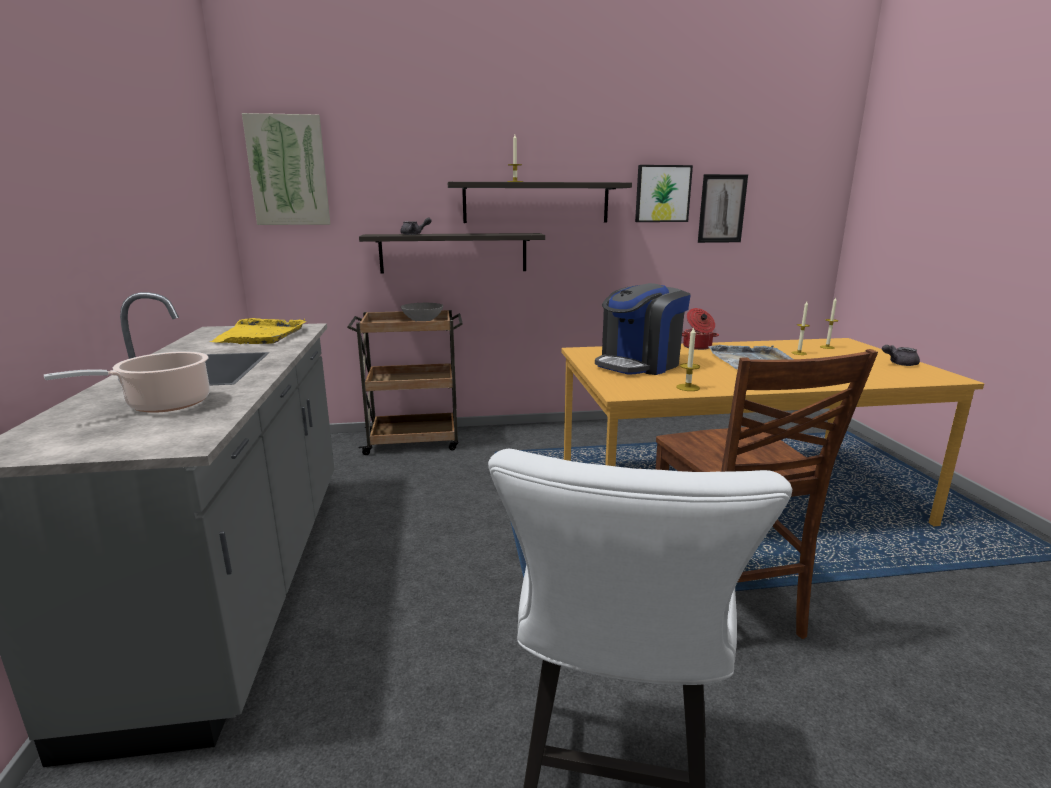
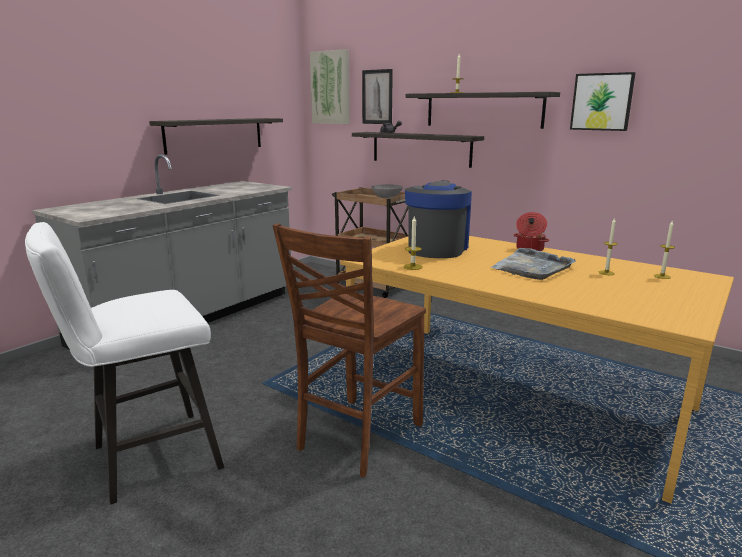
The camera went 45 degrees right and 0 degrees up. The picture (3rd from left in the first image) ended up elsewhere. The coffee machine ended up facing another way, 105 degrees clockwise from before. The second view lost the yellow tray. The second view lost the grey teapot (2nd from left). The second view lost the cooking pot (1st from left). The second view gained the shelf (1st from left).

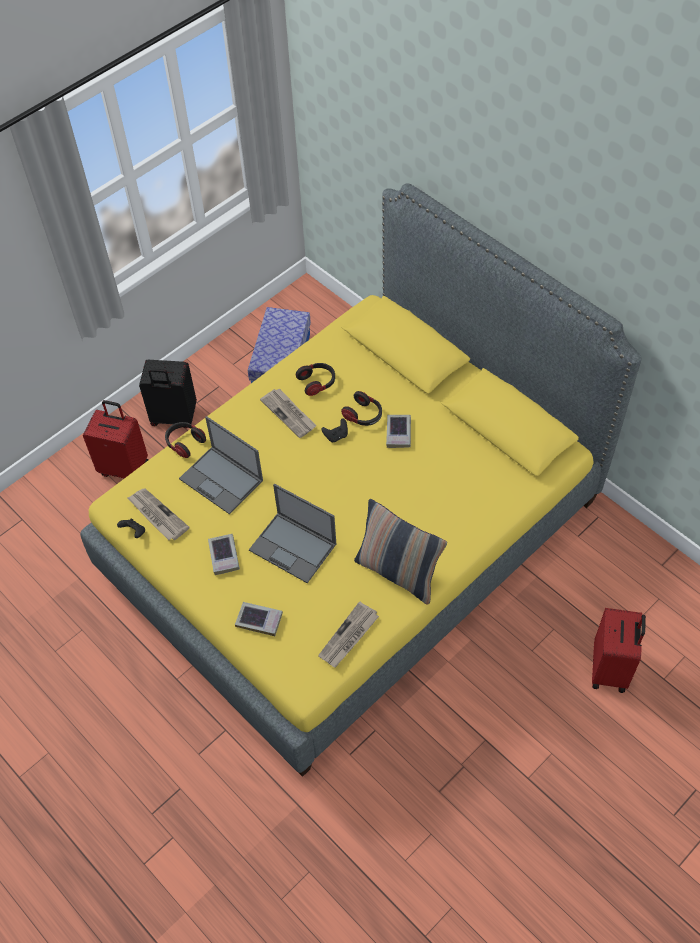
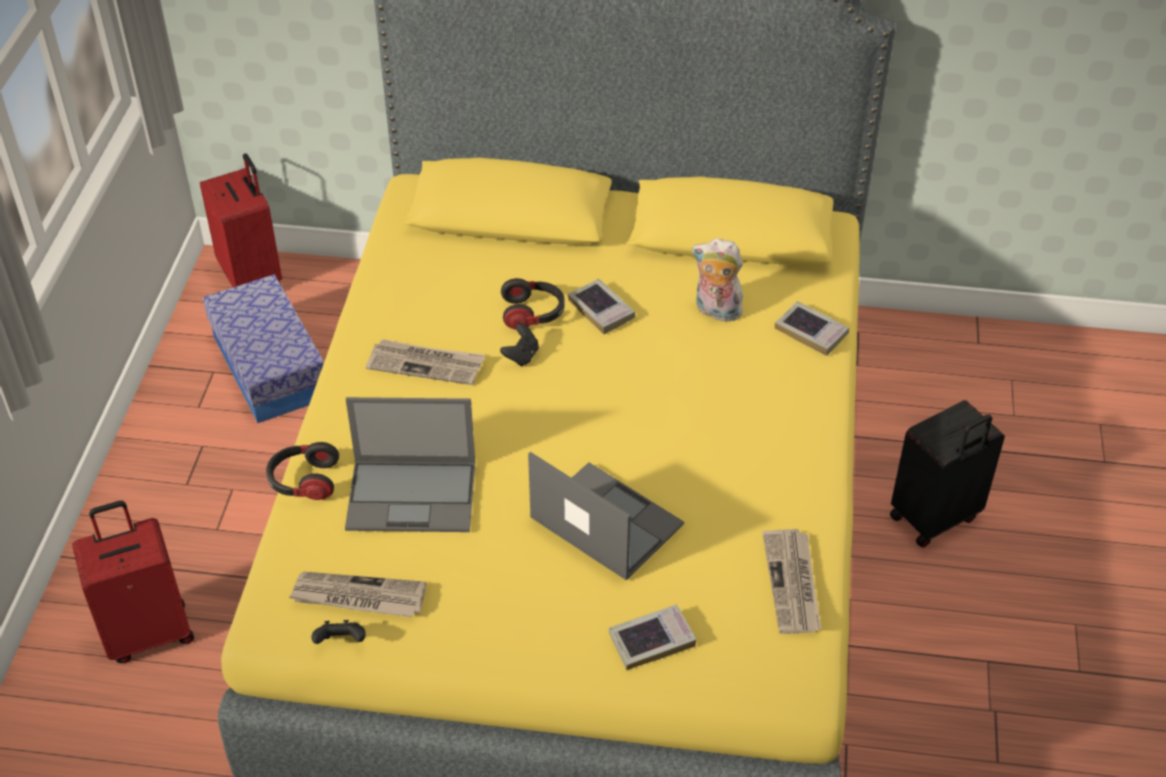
The camera went 40 degrees left and 10 degrees down. The black suitcase ended up elsewhere. The second view lost the headphones (2nd from left). The laptop (2nd from left) ended up facing another way, 135 degrees counterclockwise from before. The second view lost the pillow. The book (1st from left in the first image) ended up elsewhere. The red suitcase (2nd from left) ended up elsewhere. The second view gained the plush toy.

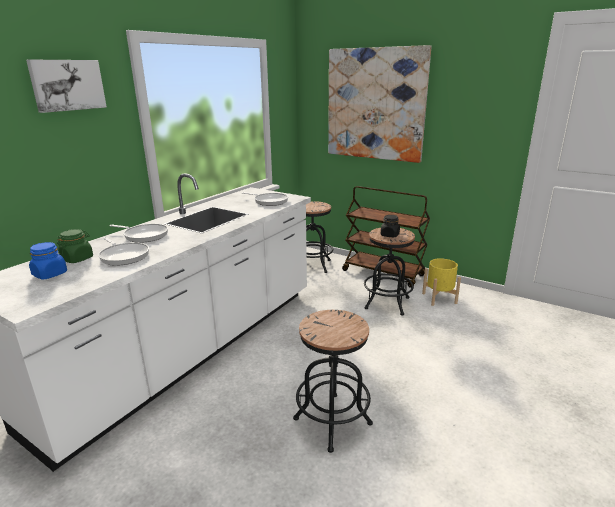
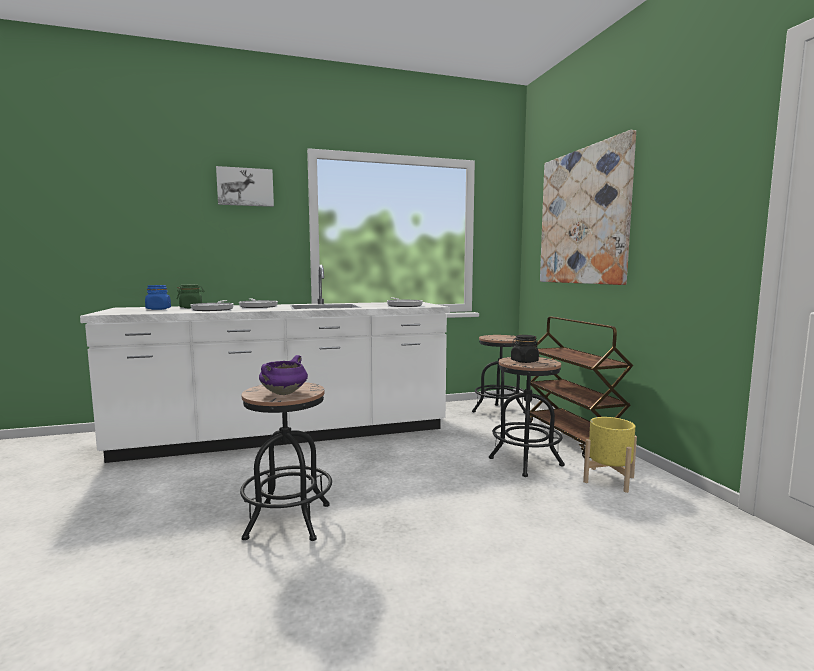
The camera went 40 degrees right and 15 degrees down. The second view gained the purple cooking pot.

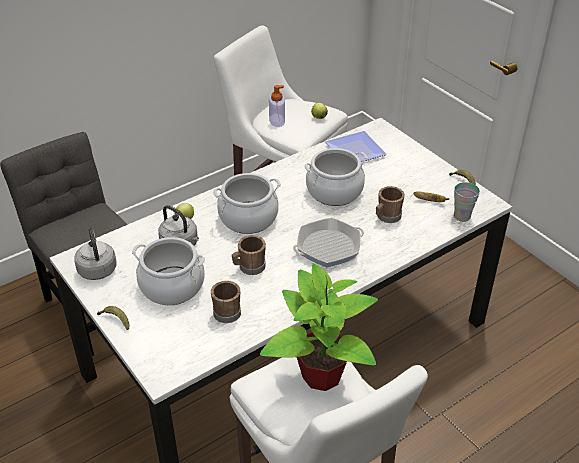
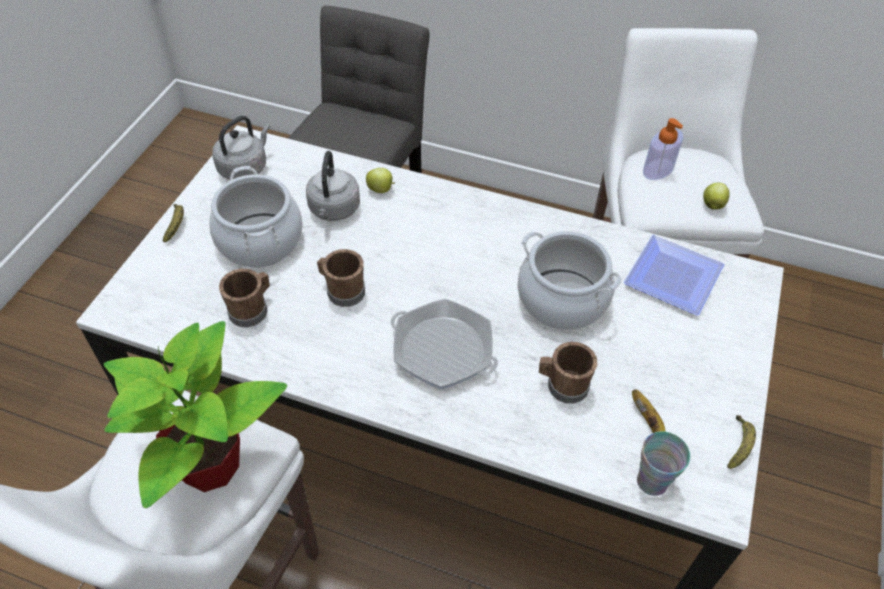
The camera went 55 degrees right and 10 degrees up. The second view lost the cooking pot (2nd from left).

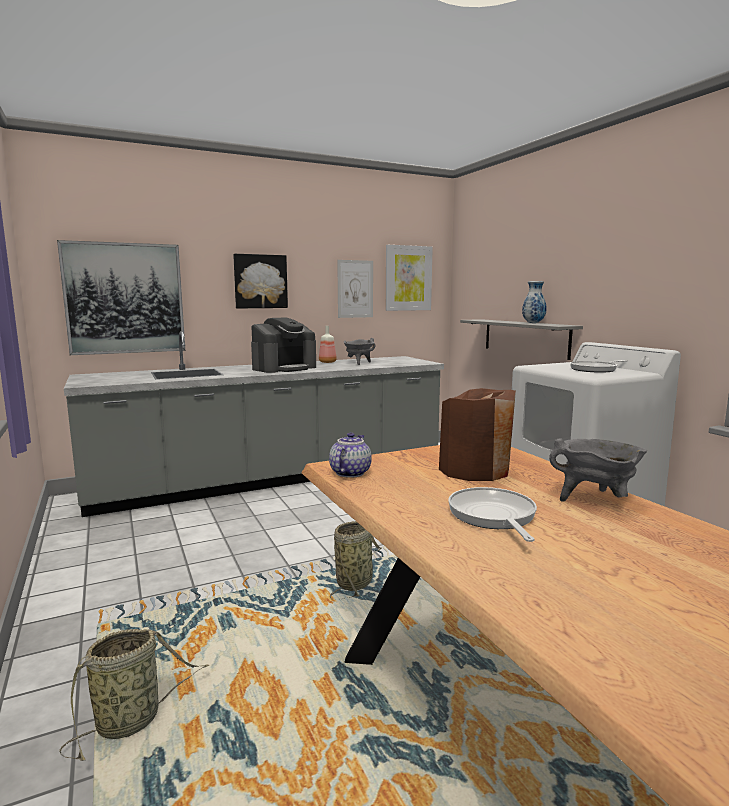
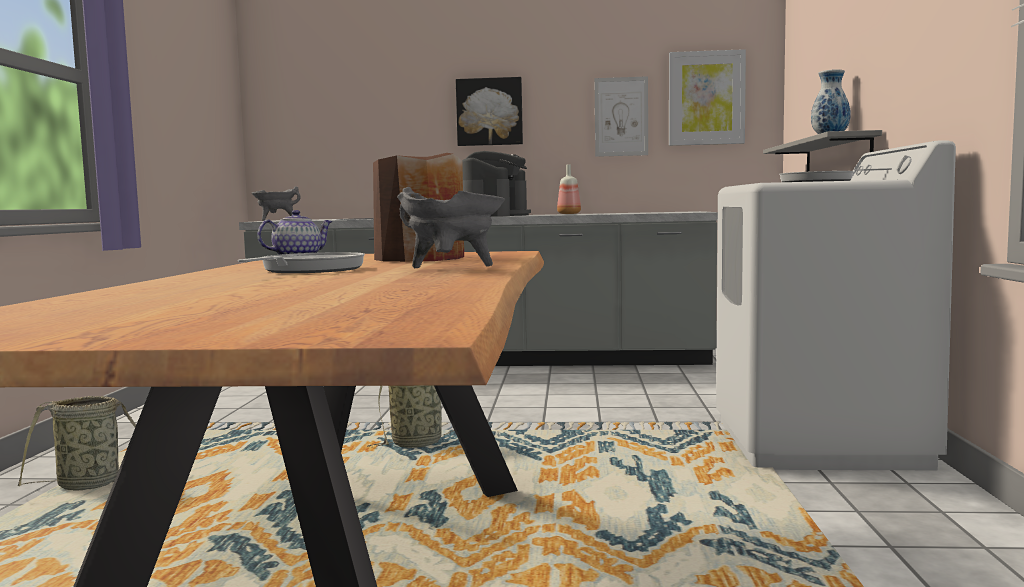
The camera went 30 degrees right and 5 degrees down. The second view lost the picture (1st from left). The coffee machine ended up facing another way, 60 degrees counterclockwise from before. The grey cooking pot (1st from left) ended up elsewhere.

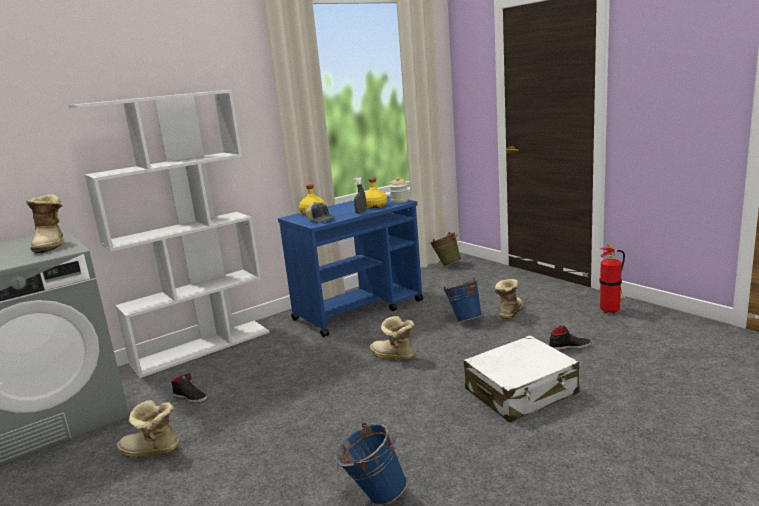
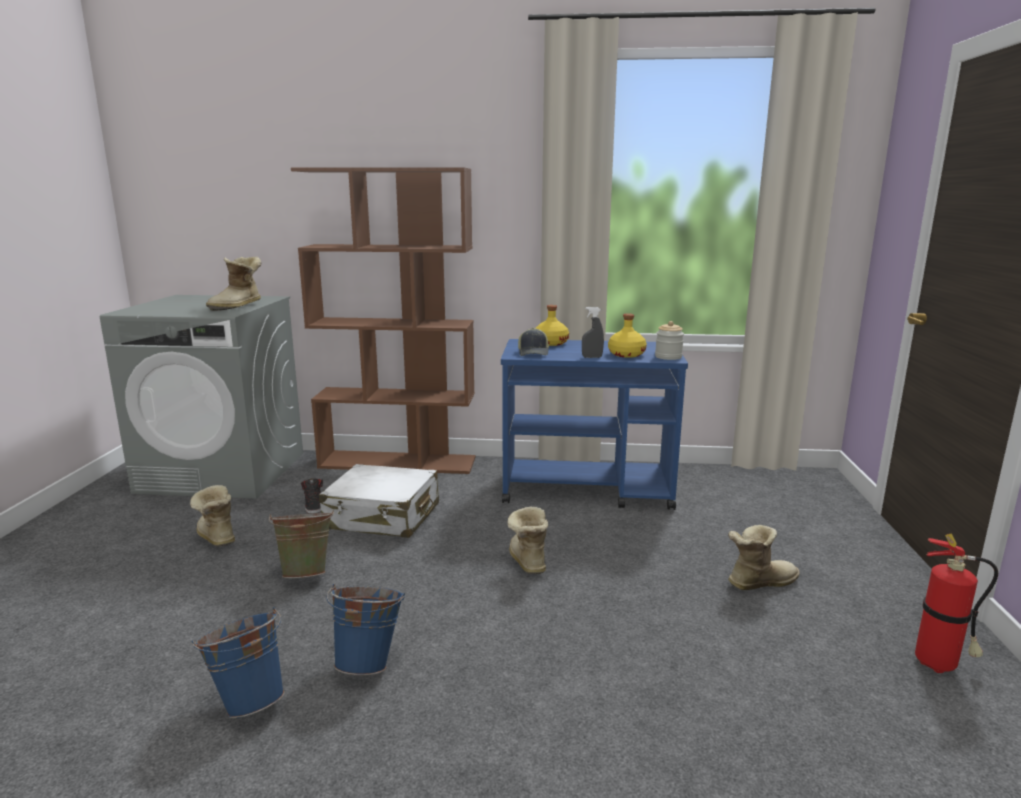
The camera went 40 degrees right and 0 degrees up. What was the white bookcase turned into the brown bookcase. The green bucket ended up elsewhere. The blue bucket (2nd from left) ended up elsewhere. The second view lost the black shoe (2nd from left). The white suitcase ended up elsewhere.

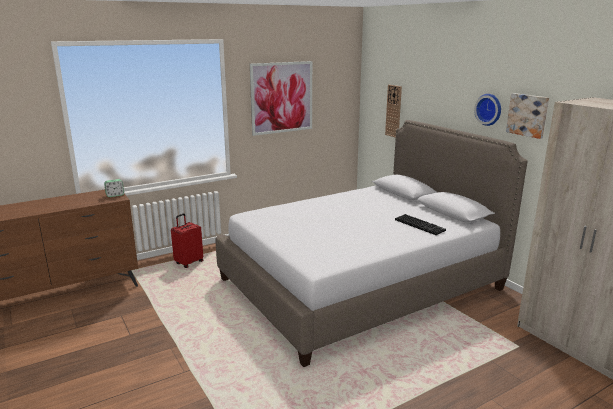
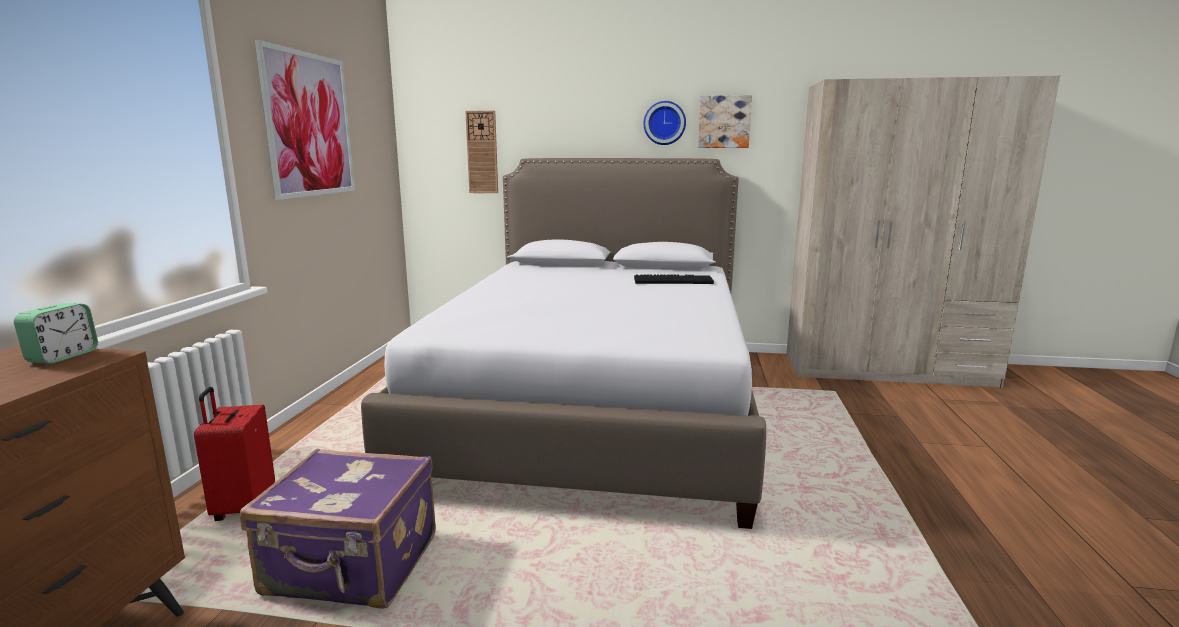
The camera went 50 degrees left and 5 degrees down. The second view gained the purple suitcase.

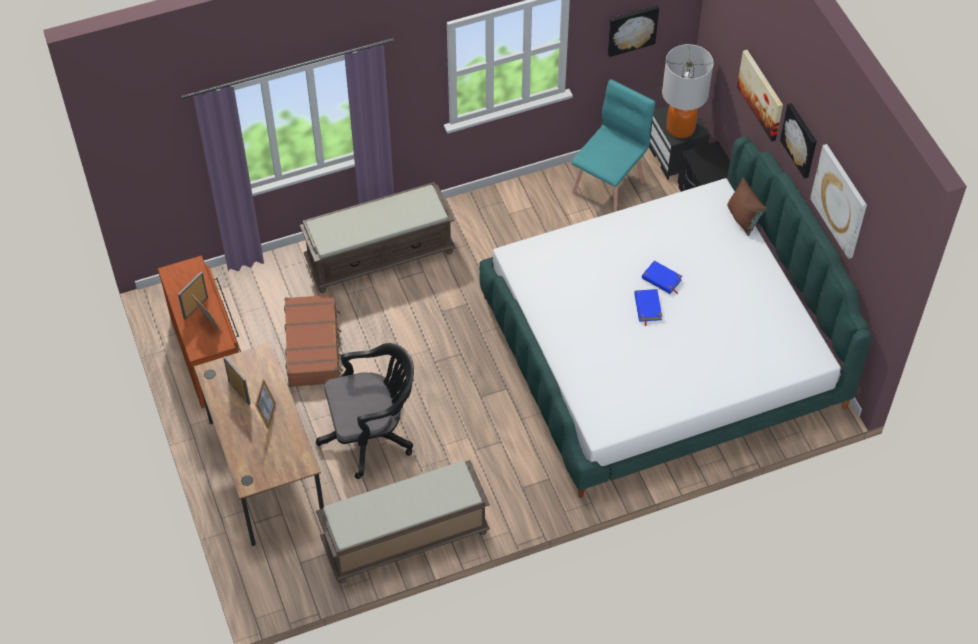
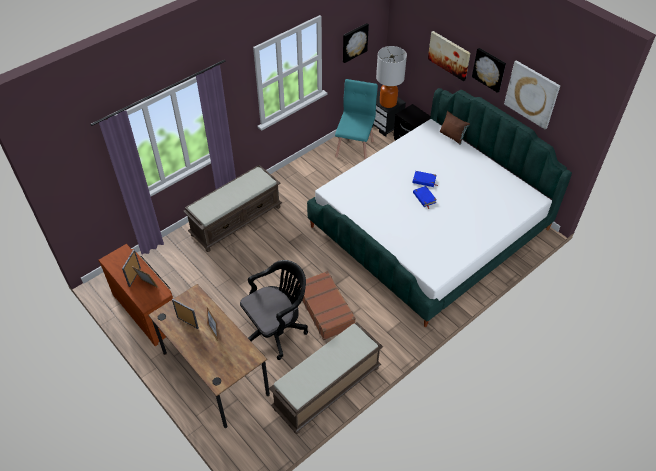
The camera went 20 degrees left and 5 degrees down. The brown suitcase ended up elsewhere.

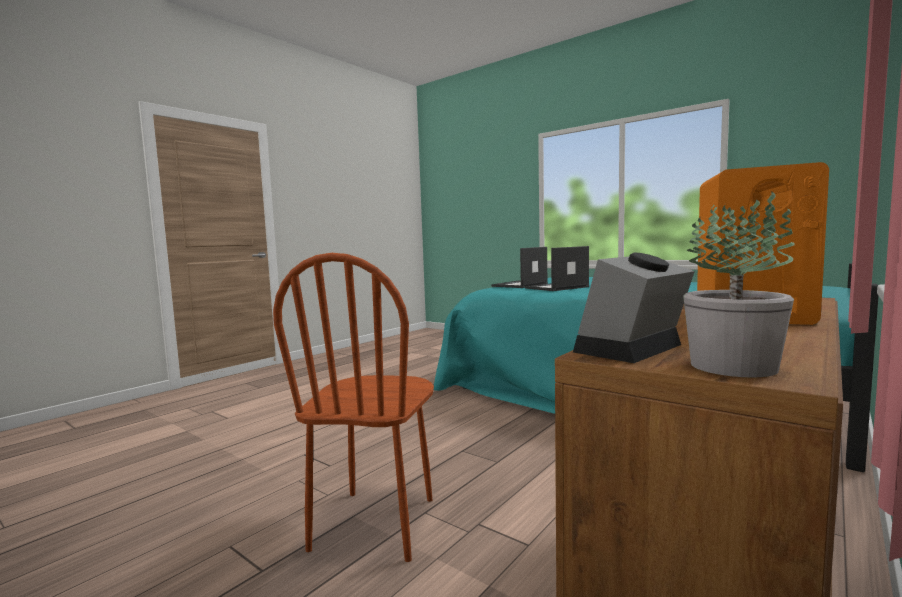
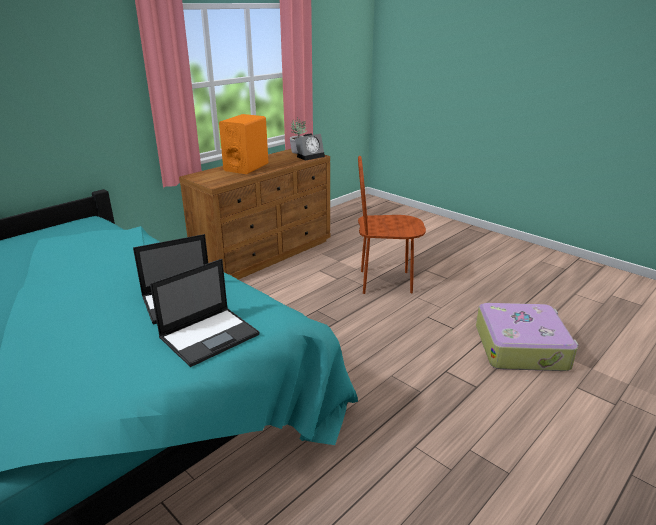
The camera went 175 degrees left and 20 degrees up. The brown chair ended up facing another way, 105 degrees counterclockwise from before. The second view gained the suitcase.

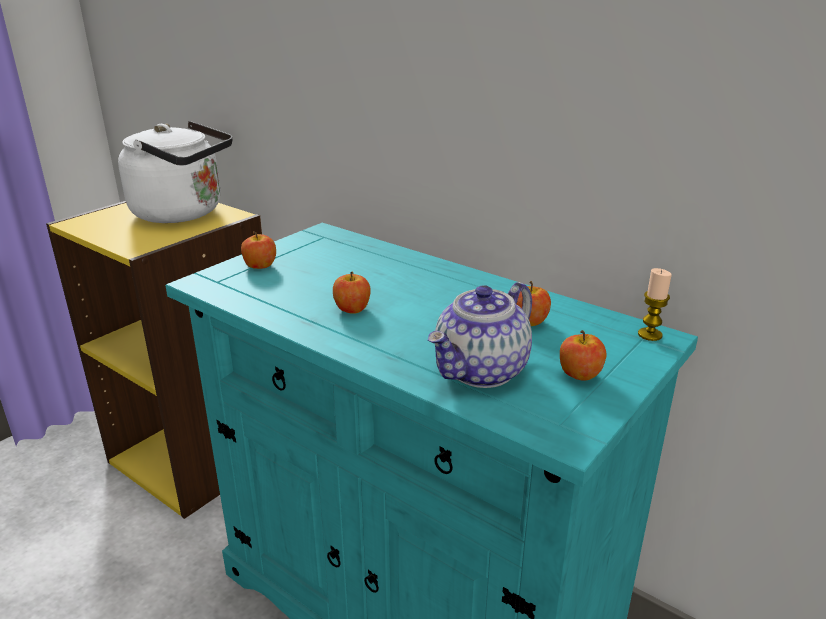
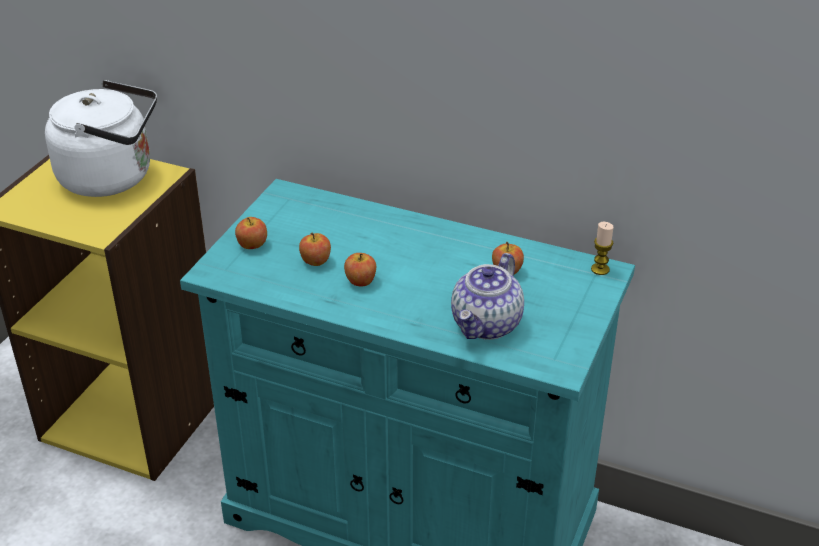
The camera went 15 degrees left and 10 degrees up. The apple (4th from left in the first image) ended up elsewhere.

